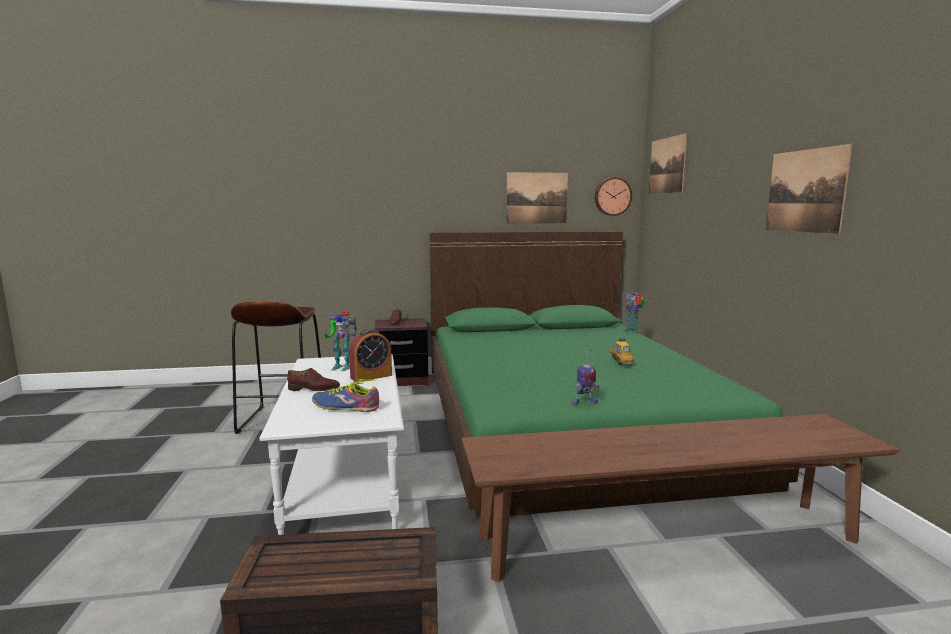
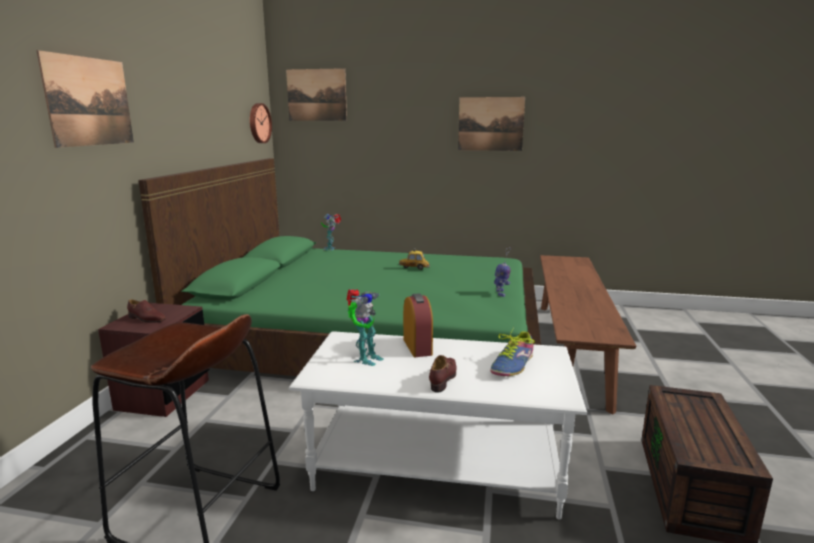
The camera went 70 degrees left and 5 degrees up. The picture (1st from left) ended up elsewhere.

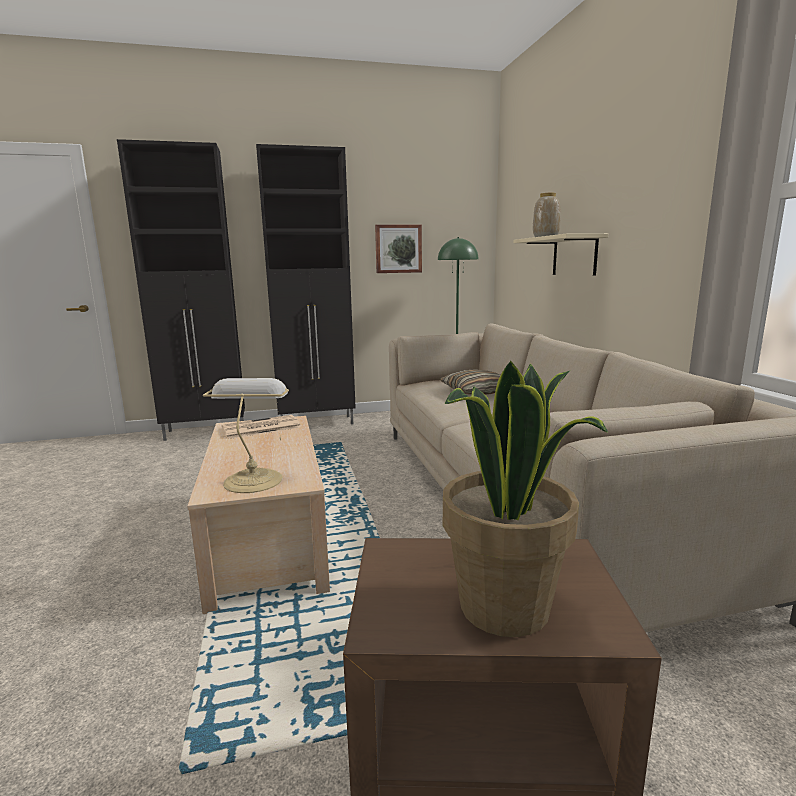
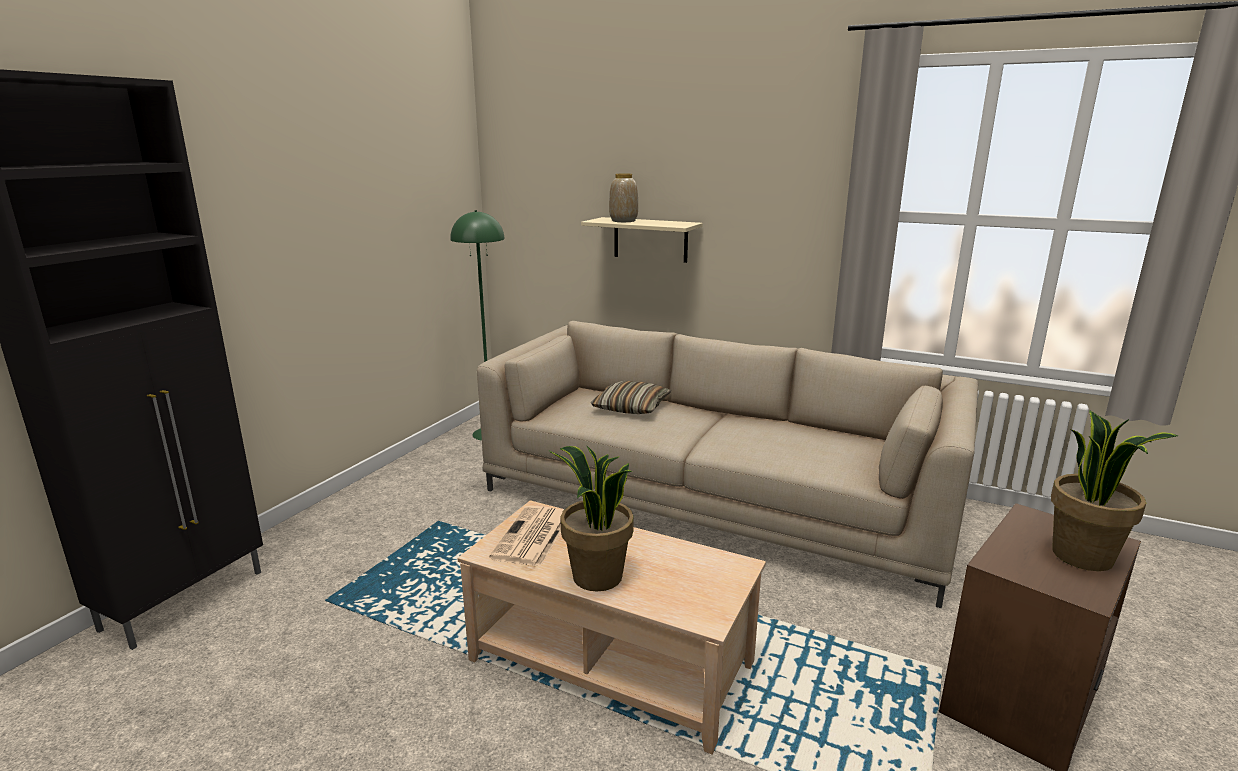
The camera went 50 degrees left and 5 degrees up. The second view lost the black cabinet (2nd from left). The second view lost the picture. The second view lost the table lamp. The second view gained the potted plant (1st from left).

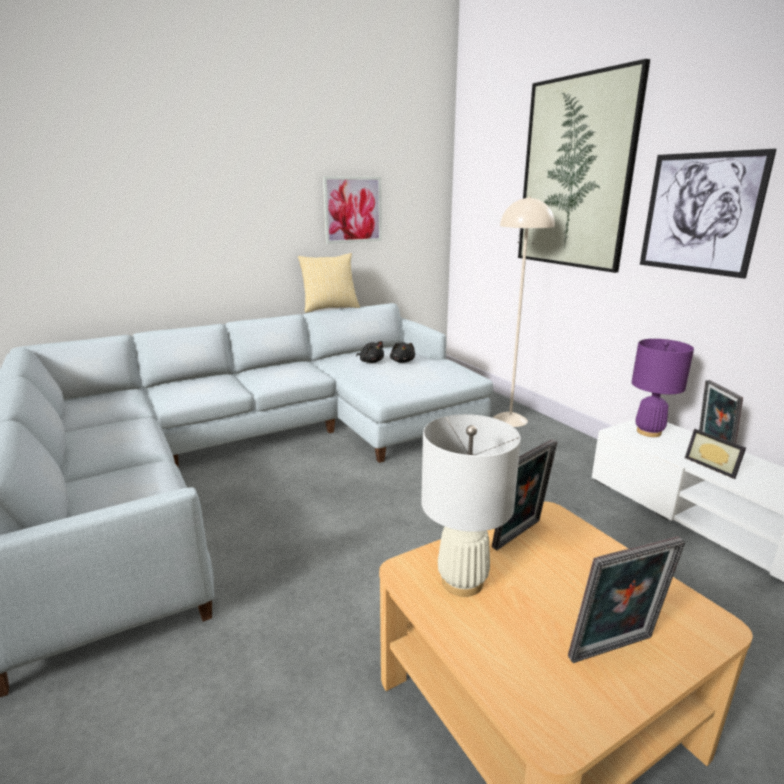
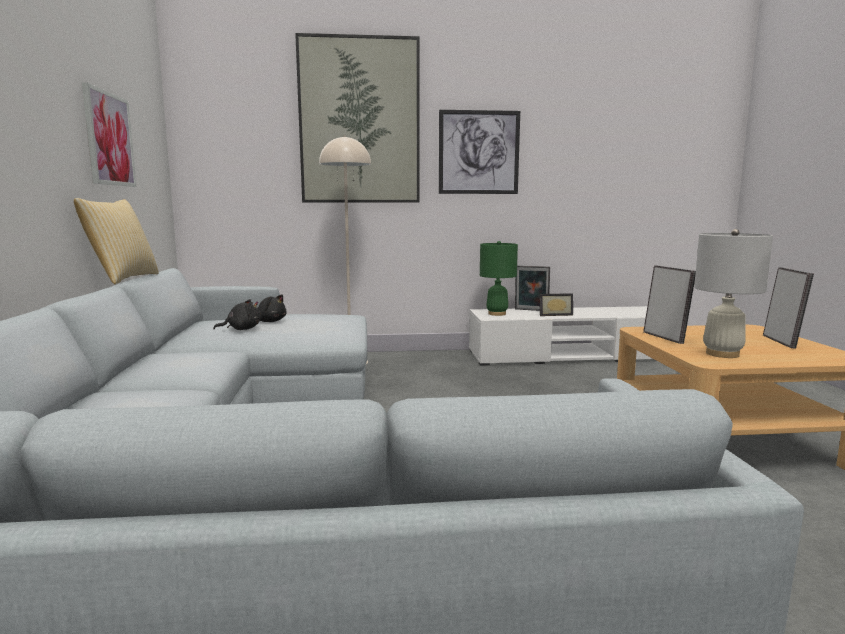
The camera went 65 degrees left and 10 degrees down. What was the purple table lamp turned into the green table lamp.

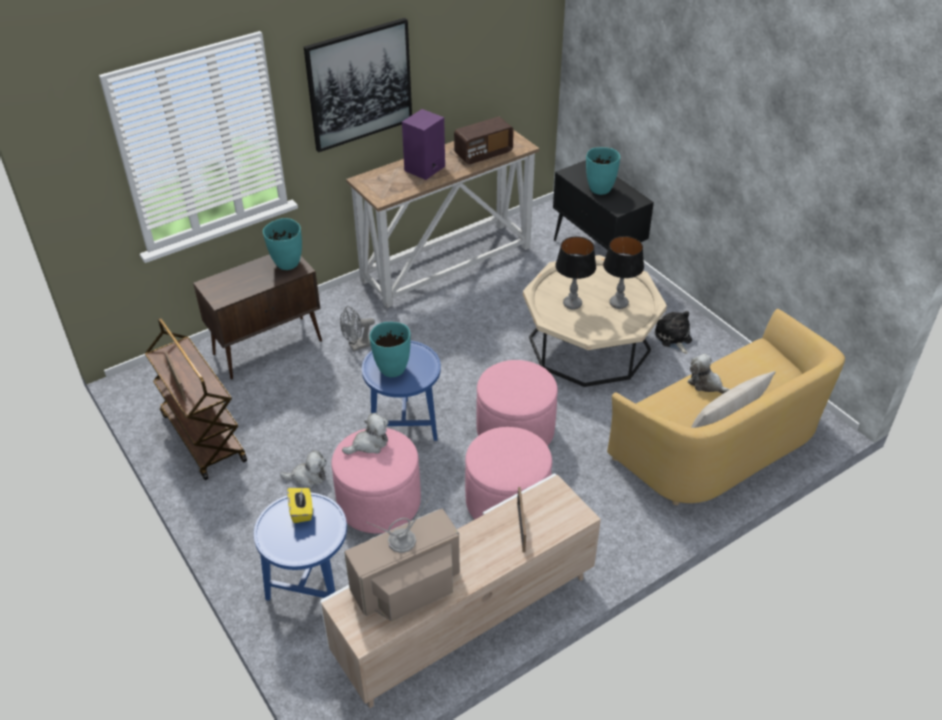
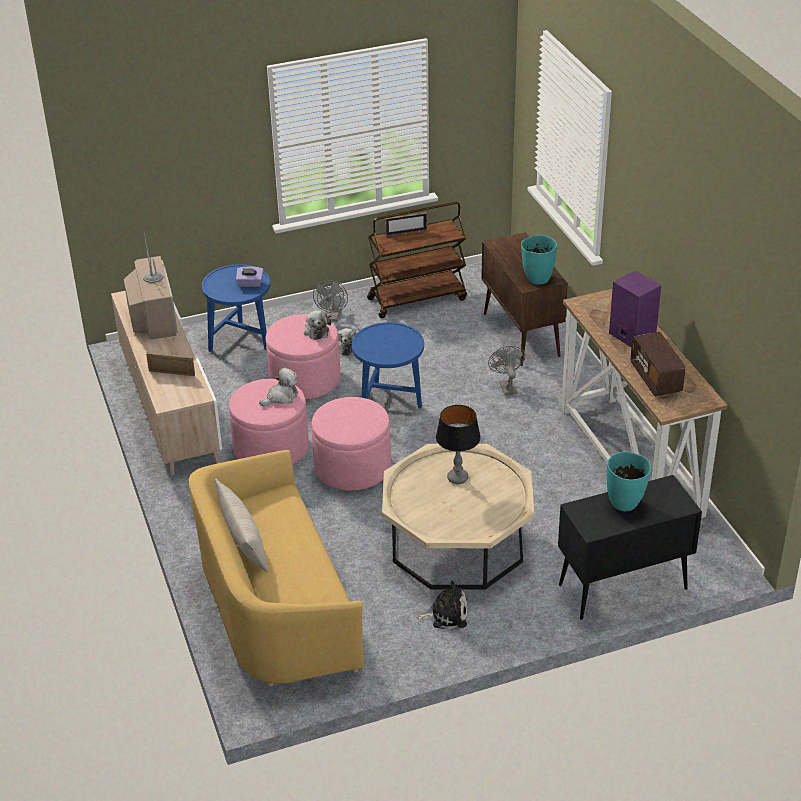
The camera went 105 degrees right and 5 degrees down. The second view lost the picture. The second view lost the table lamp (2nd from left). The second view lost the turquoise vase (2nd from left). The plush toy (4th from left in the first image) ended up elsewhere. What was the yellow tissue box turned into the purple tissue box. The second view gained the grey fan (1st from left).

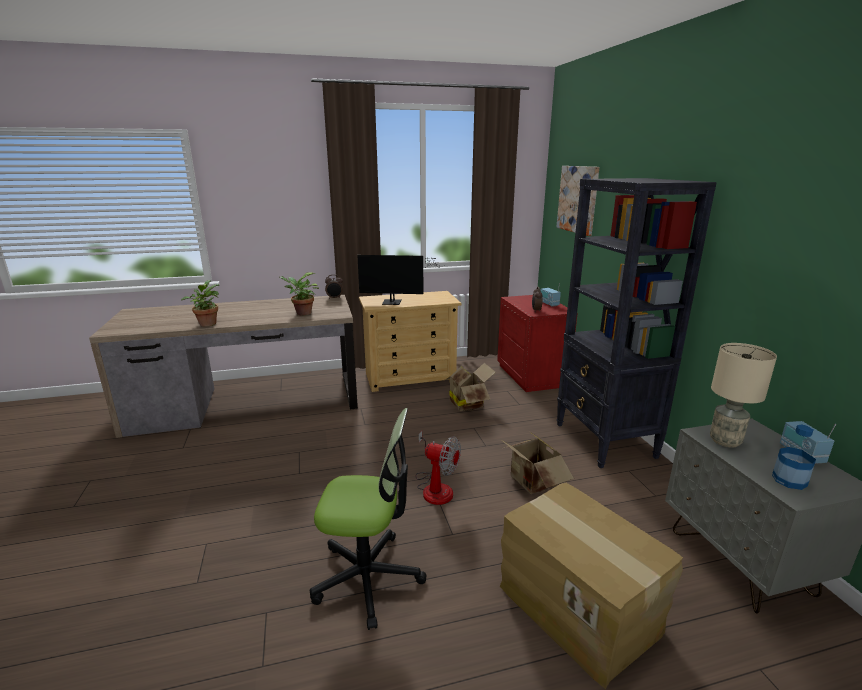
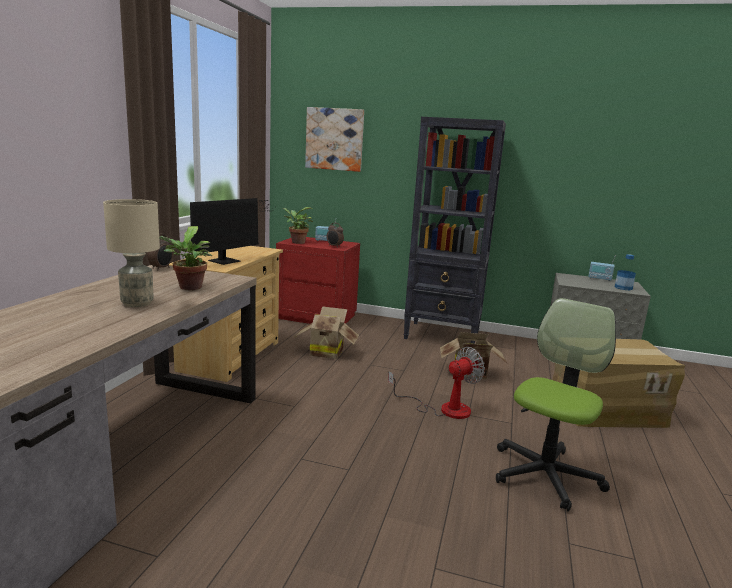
The camera went 60 degrees left and 5 degrees down. The potted plant (1st from left in the first image) ended up elsewhere. The beige table lamp ended up elsewhere.

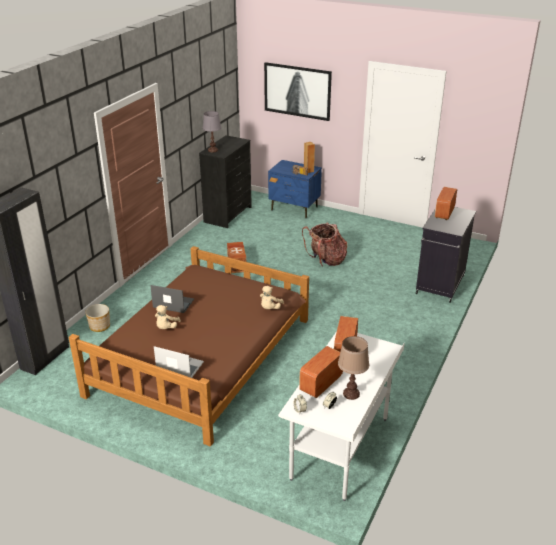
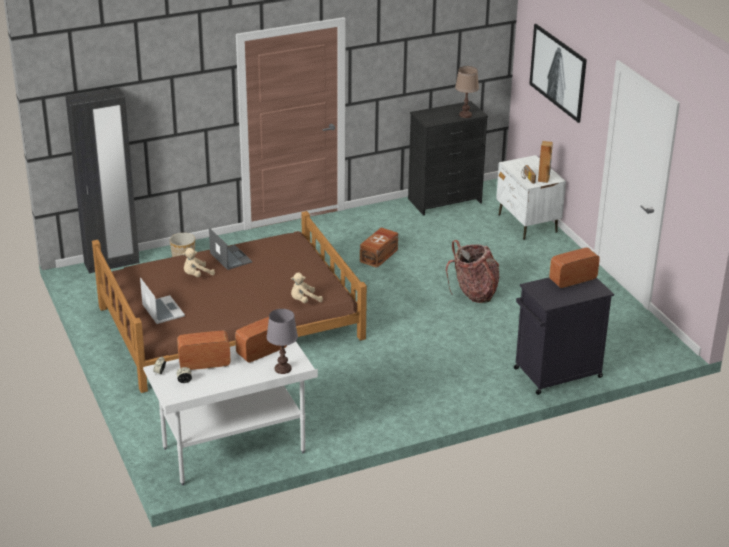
The camera went 40 degrees right and 0 degrees up. The grey table lamp ended up elsewhere. What was the blue nightstand turned into the white nightstand. The brown table lamp ended up elsewhere.

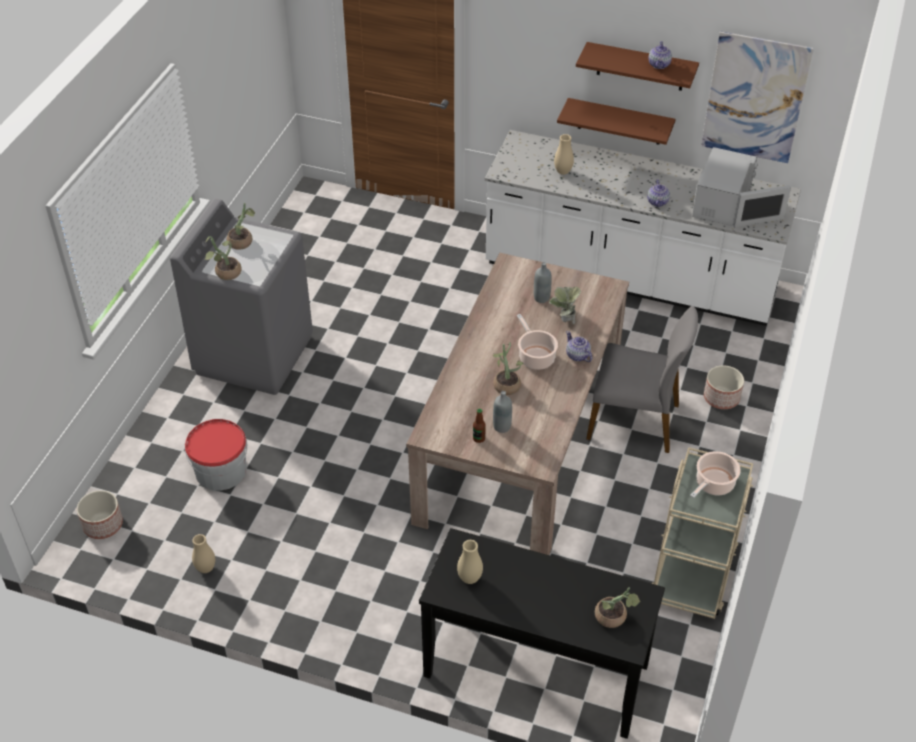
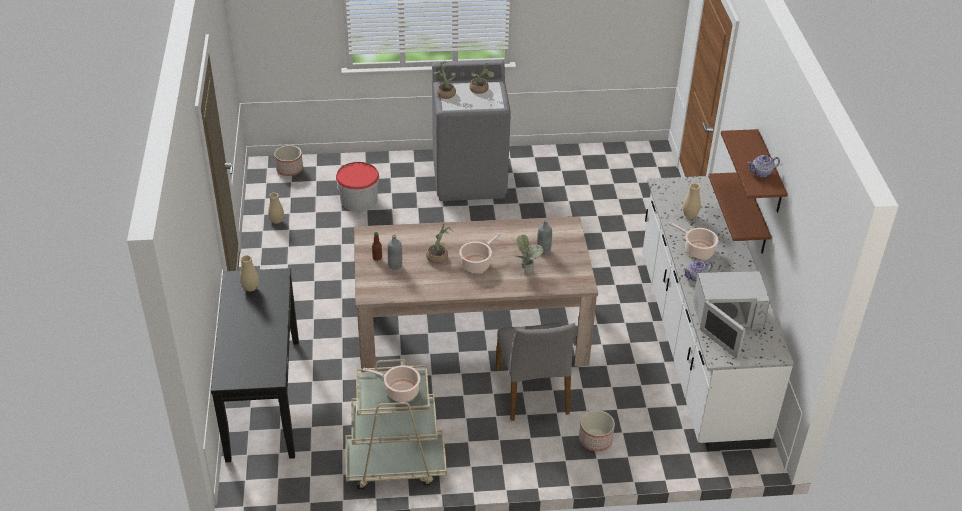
The camera went 65 degrees right and 5 degrees down. The second view lost the picture. The second view lost the teapot (1st from left). The second view lost the potted plant (5th from left). The second view gained the cooking pot (3rd from left).

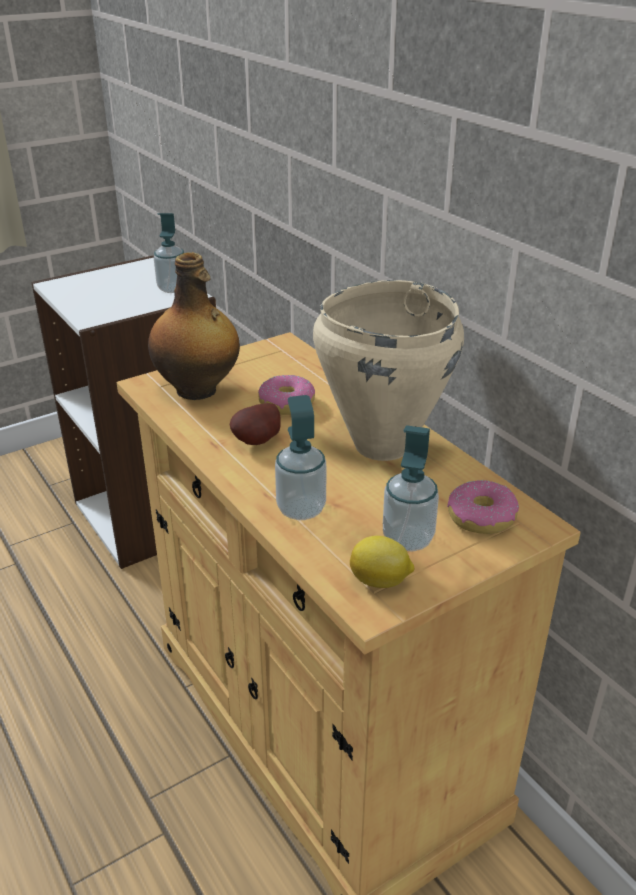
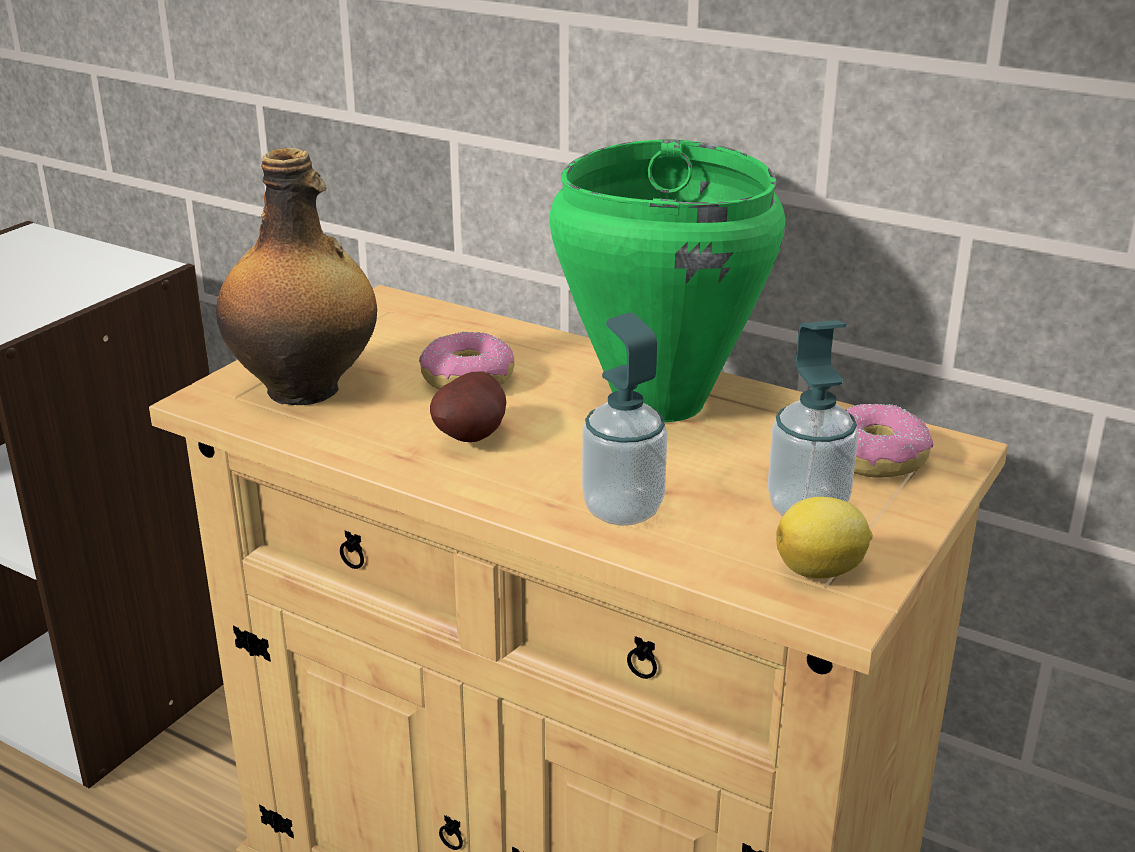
The camera went 25 degrees left and 5 degrees down. The second view lost the soap dispenser (1st from left). What was the beige cooking pot turned into the green cooking pot.

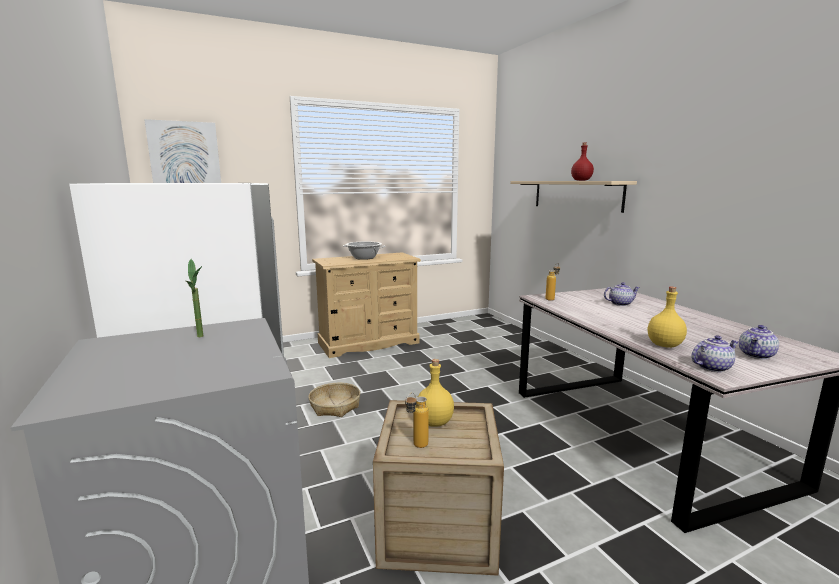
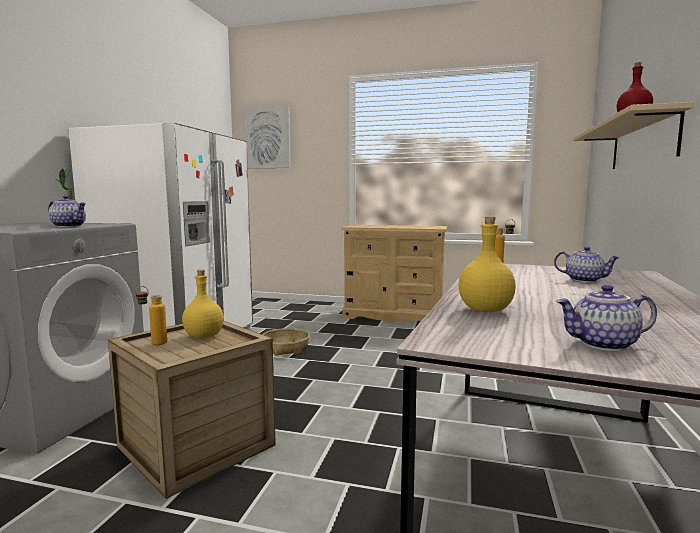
The camera went 40 degrees right and 5 degrees down. The second view lost the cooking pot. The teapot (2nd from left in the first image) ended up elsewhere.

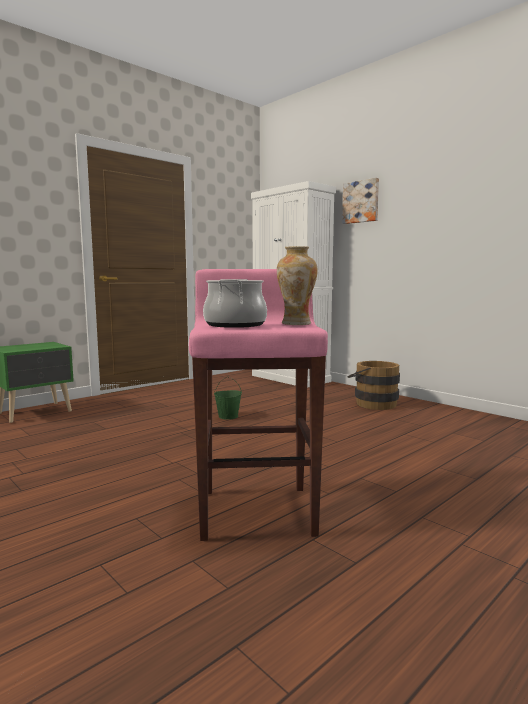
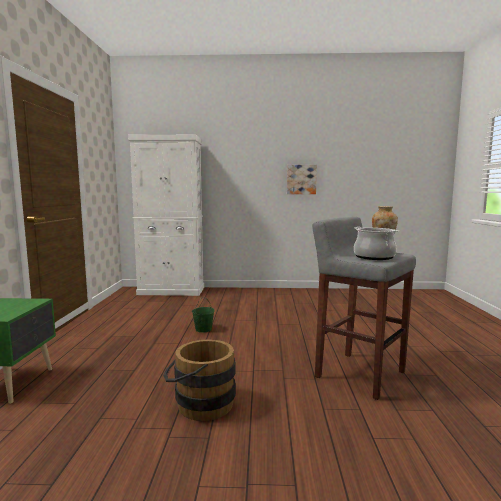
The camera went 45 degrees left and 0 degrees up. The picture ended up elsewhere. What was the pink stool turned into the grey stool. The brown bucket ended up elsewhere.

